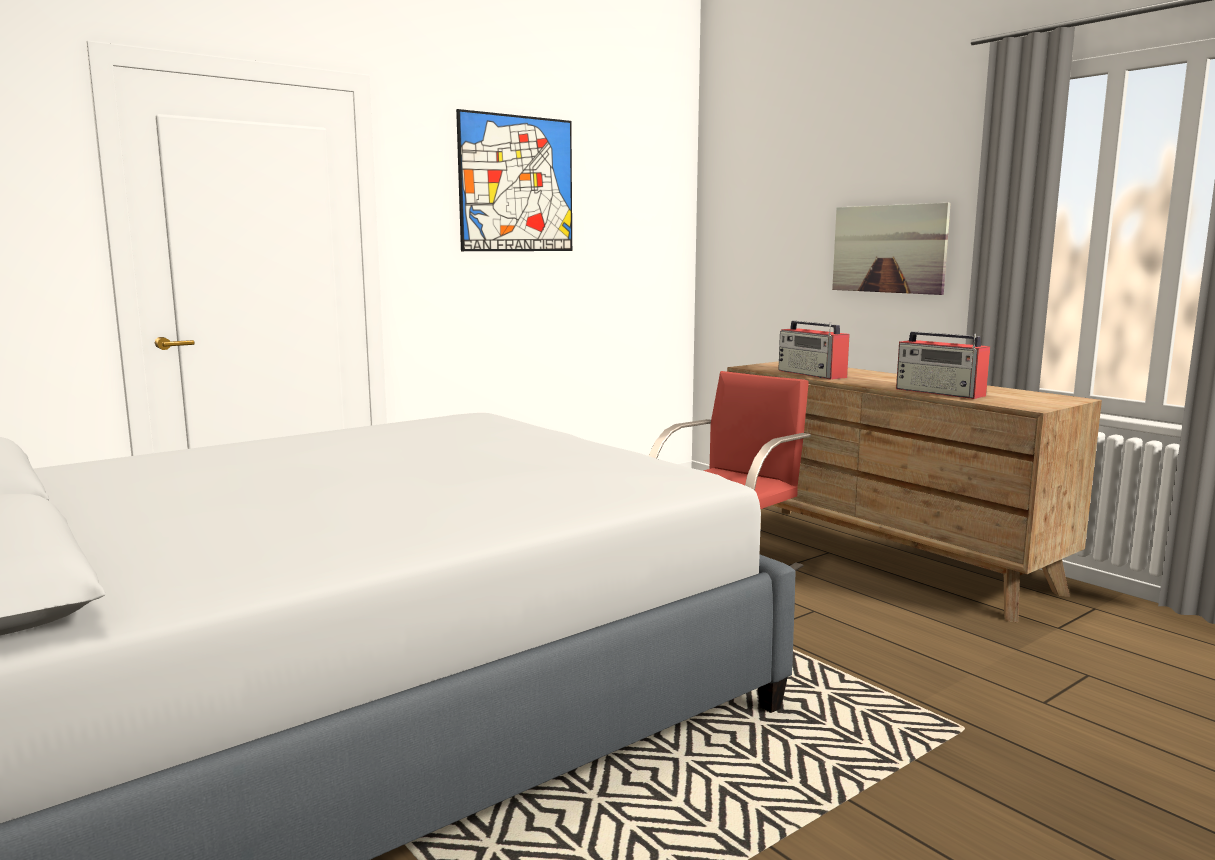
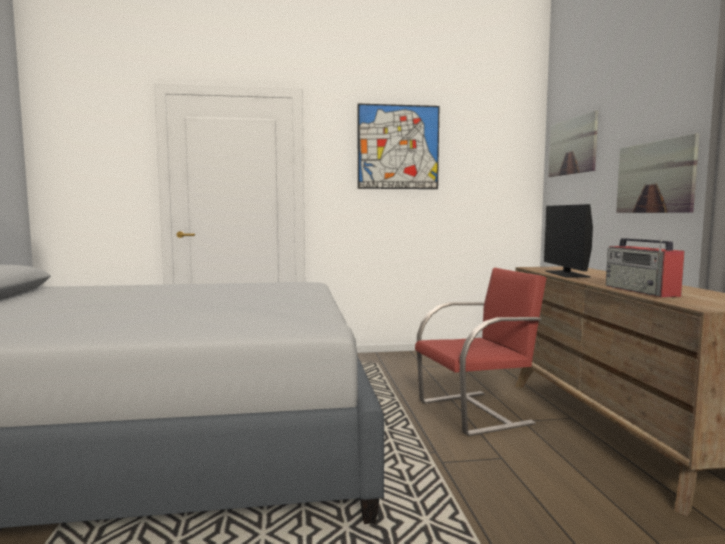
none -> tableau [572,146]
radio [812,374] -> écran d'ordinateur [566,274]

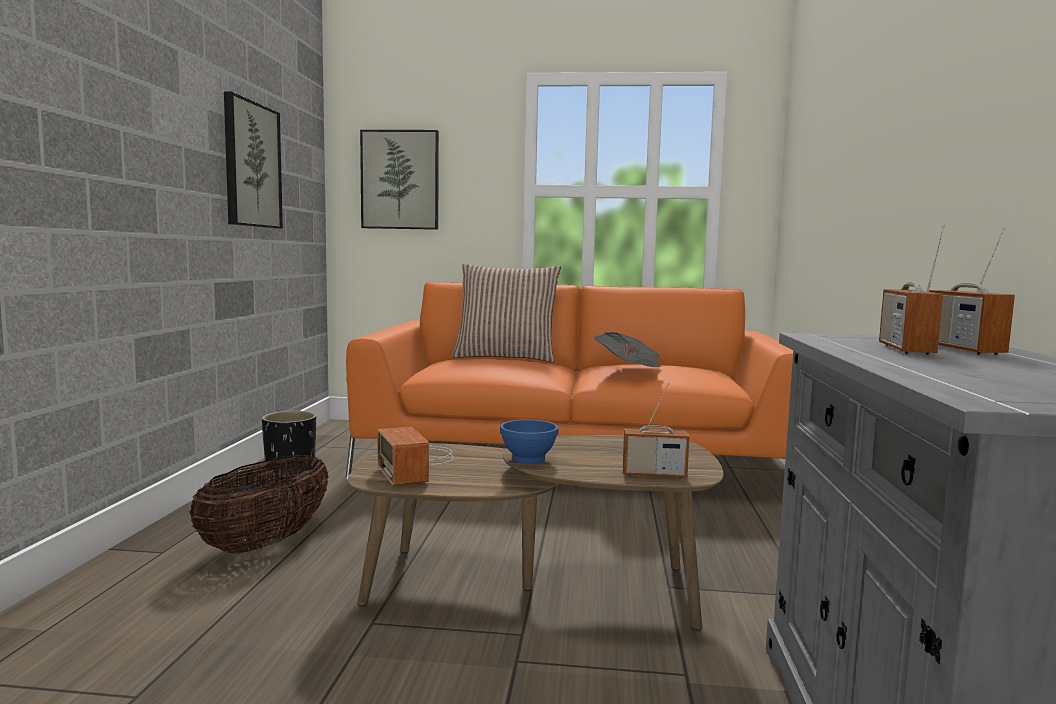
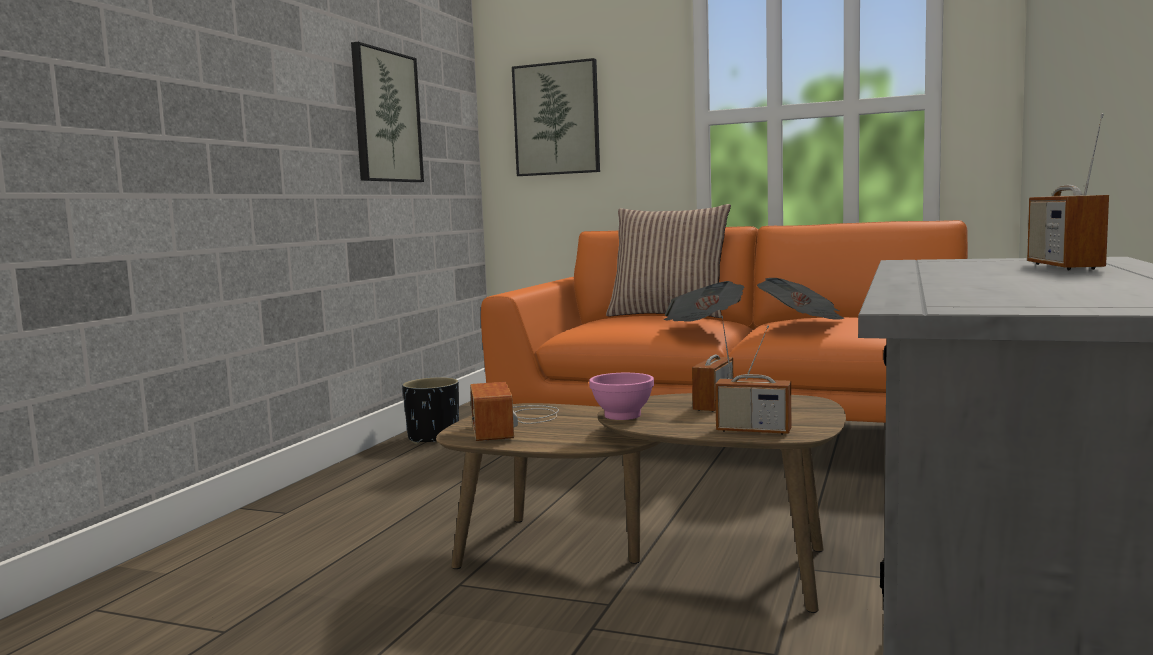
panier [266,543] -> none
none -> journal [703,326]
radio [905,349] -> radio [713,405], move
bol (bleu) [528,460] -> bol (rose) [622,416]

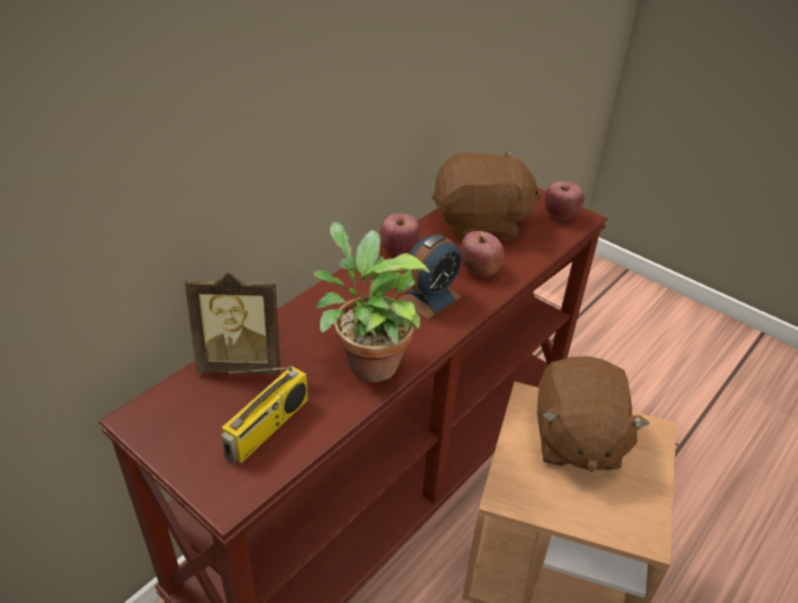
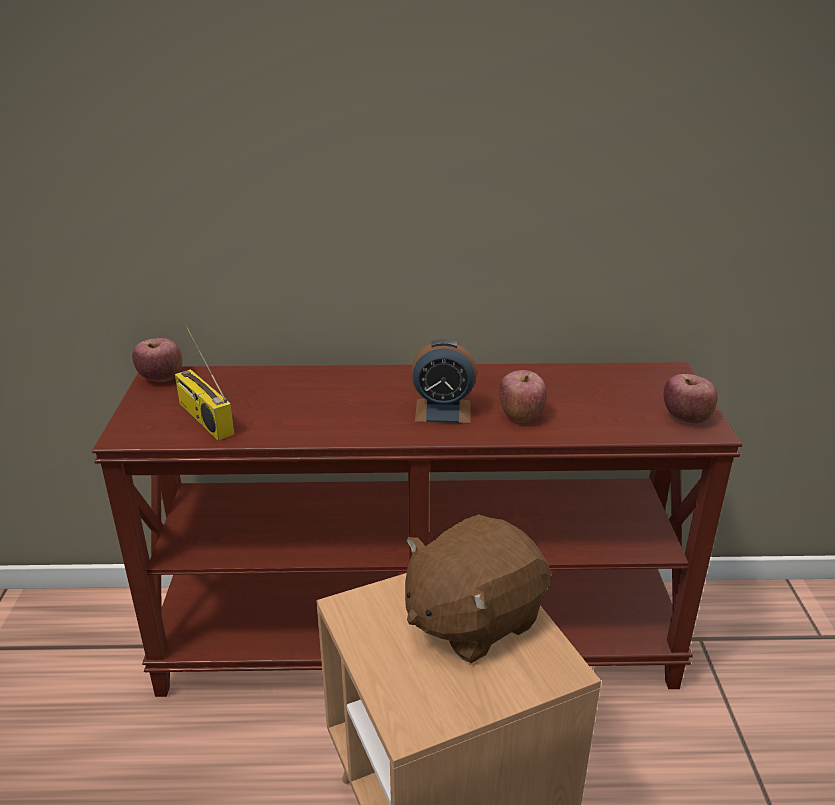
cadre photo [242,362] -> none
plante en pot [367,361] -> none
peluche (marron) [480,223] -> none
pomme [399,250] -> pomme [161,378], move
radio [268,428] -> radio [203,418], 60 degrees clockwise

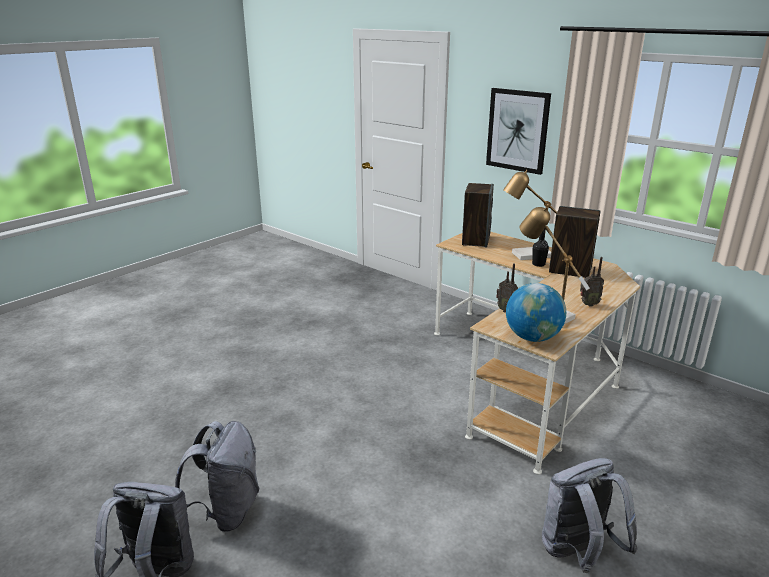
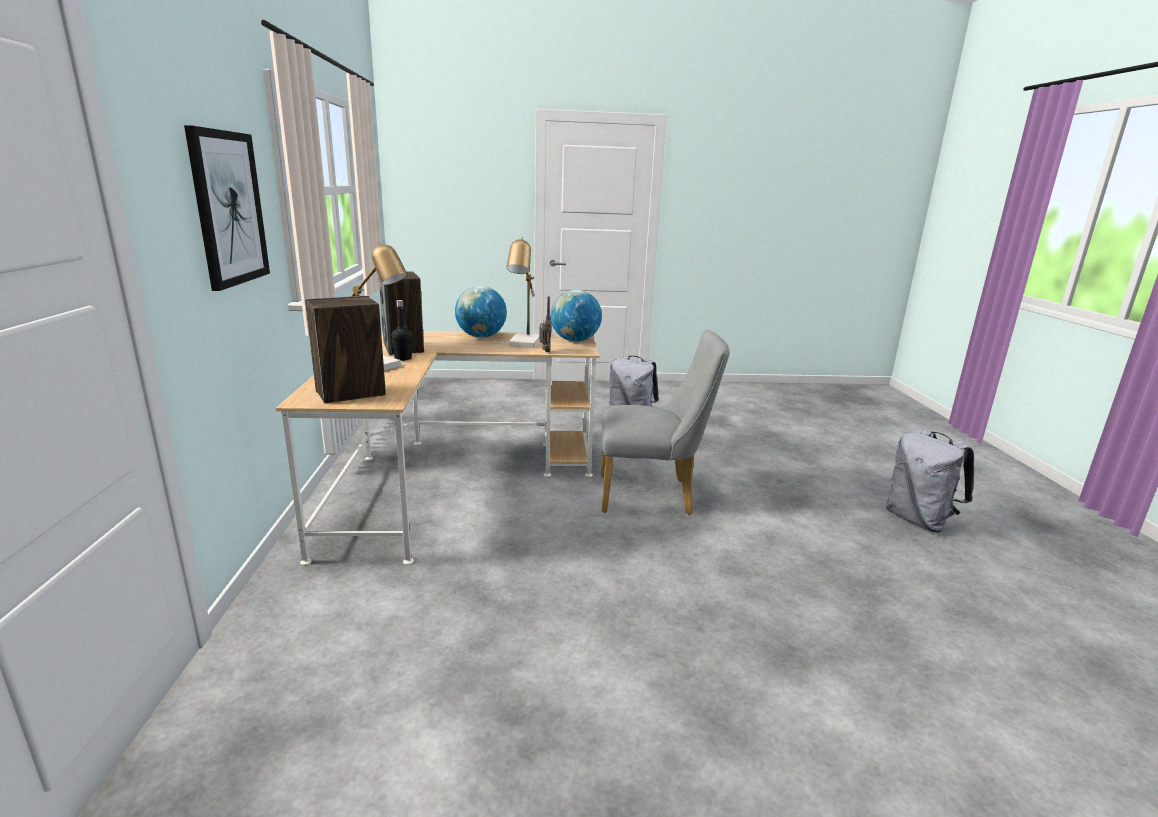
sac à dos (gris) [227,511] -> none
none -> chaise (gris) [653,495]
radio [588,304] -> globe [481,336]

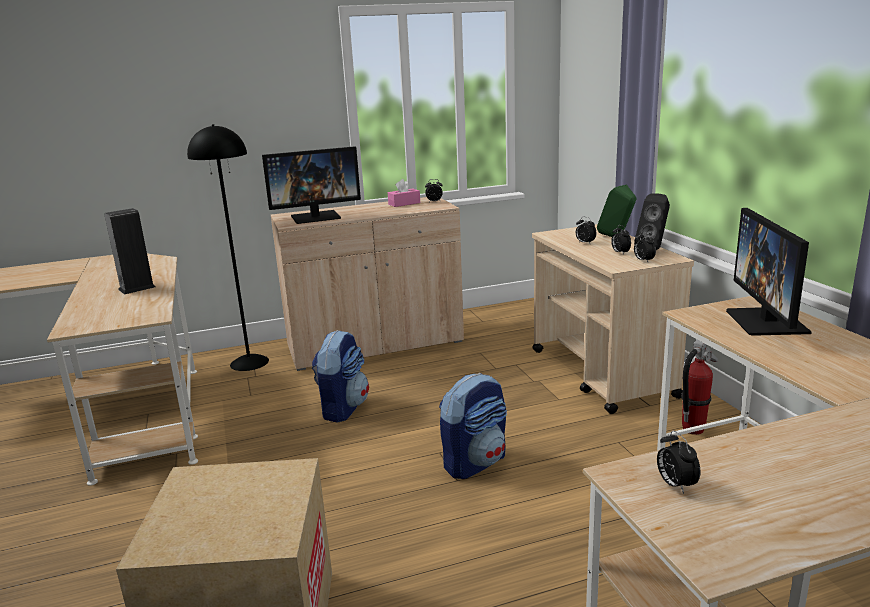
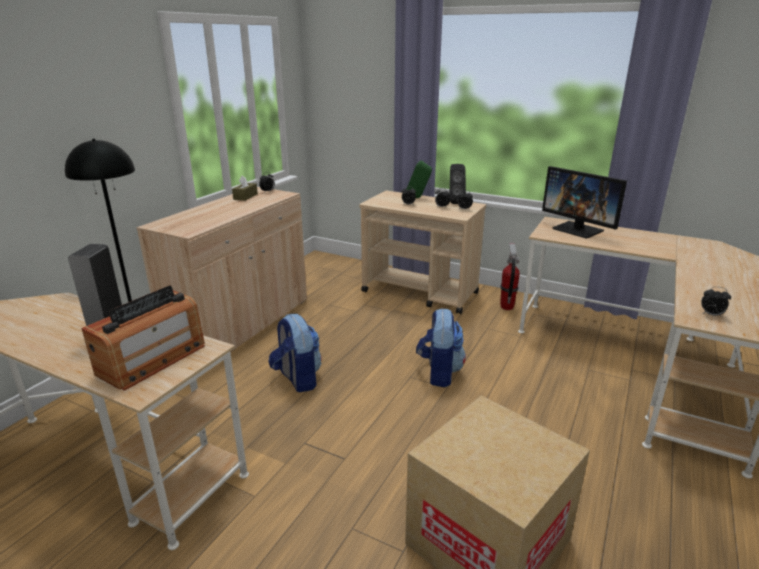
écran d'ordinateur [316,217] -> none
none -> radio [152,359]
boîte à mouchoirs (rose) [404,203] -> boîte à mouchoirs (marron) [245,196]

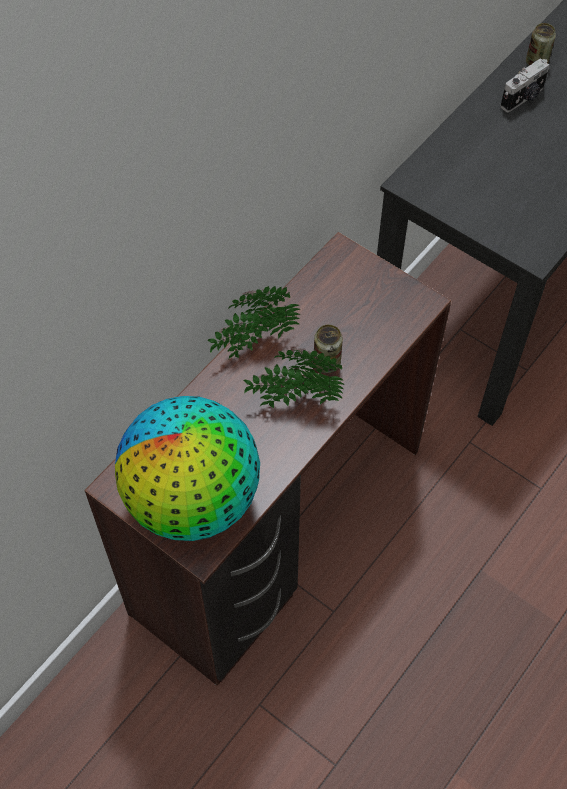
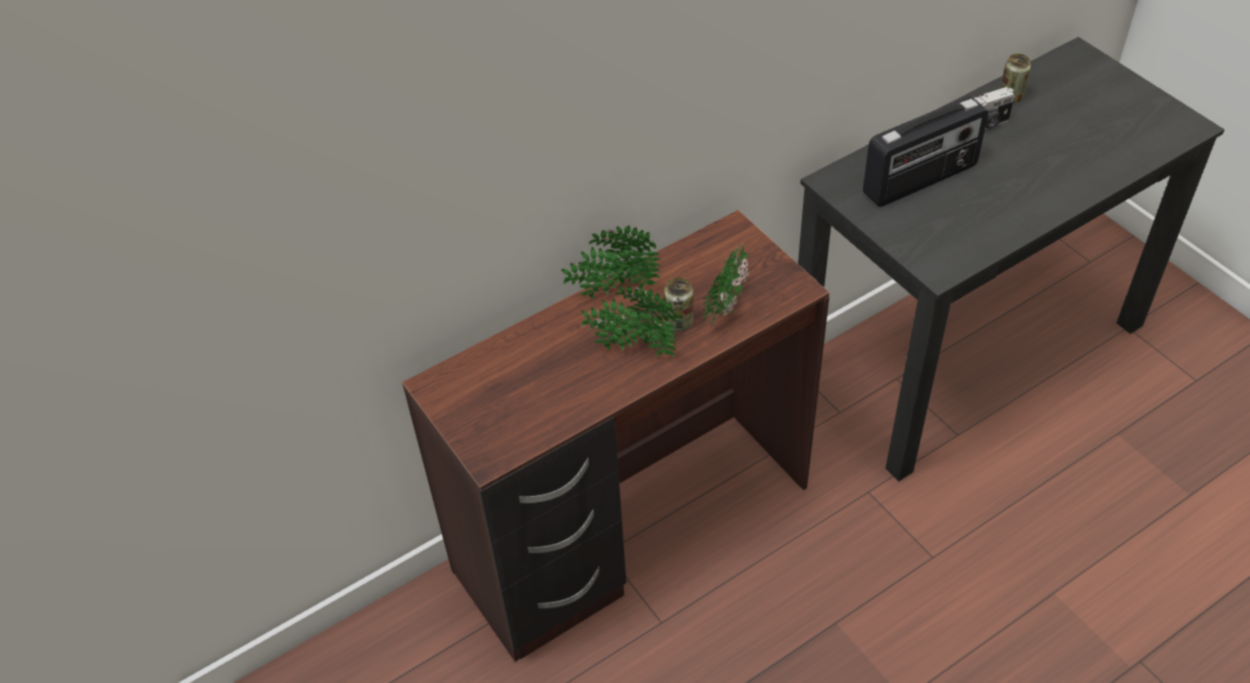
globe [193,500] -> none
none -> plante en pot [727,306]
none -> radio [921,180]

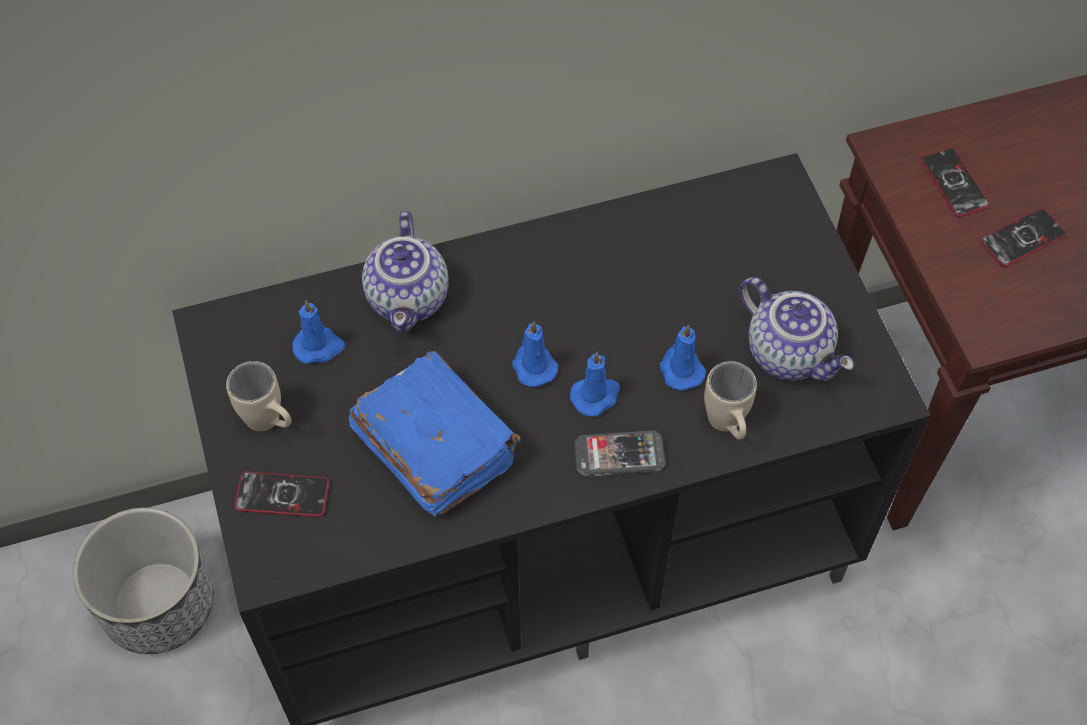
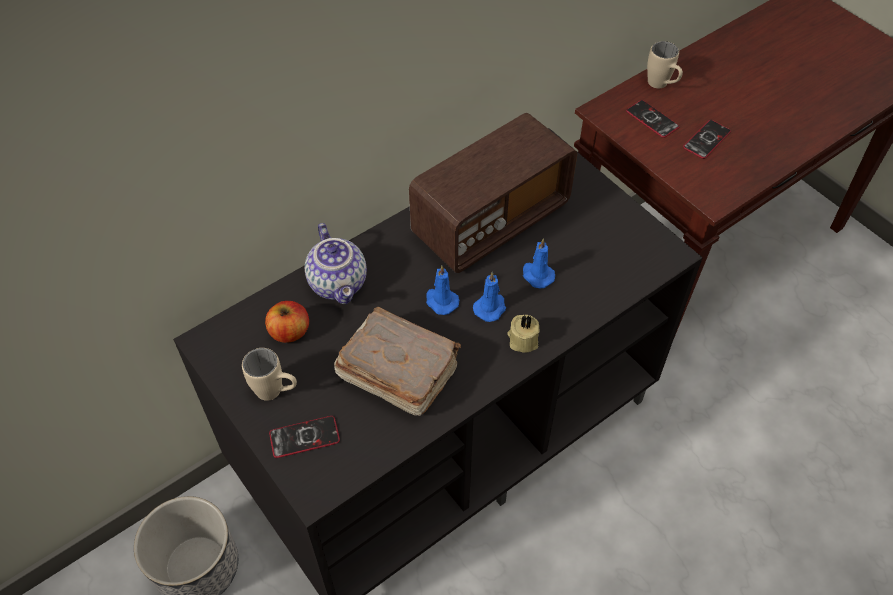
théière [790,353] -> none
none -> radio [490,221]
mug (beige) [727,427] -> mug (beige) [661,86], move
bougie (bleu) [319,346] -> pomme [289,332]
téléphone [619,455] -> bougie (beige) [522,340]
livre (bleu) [435,445] -> livre (marron) [397,371]

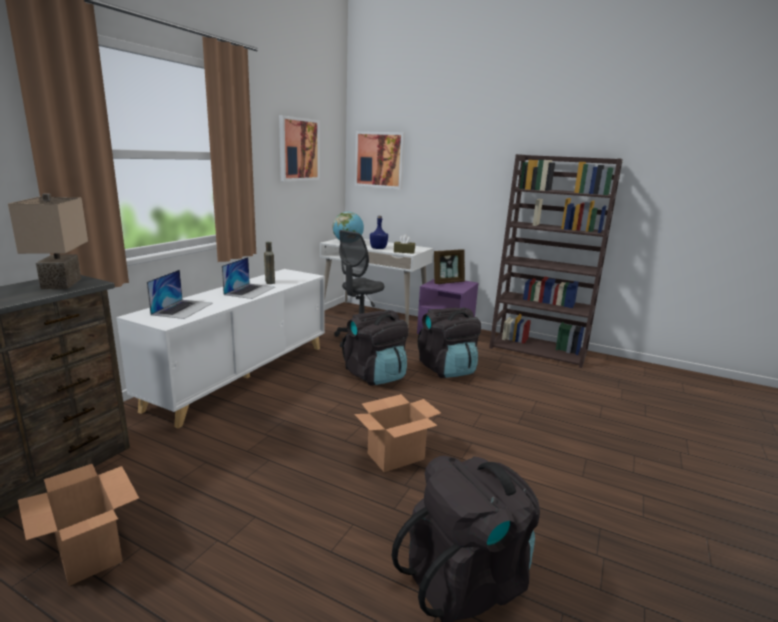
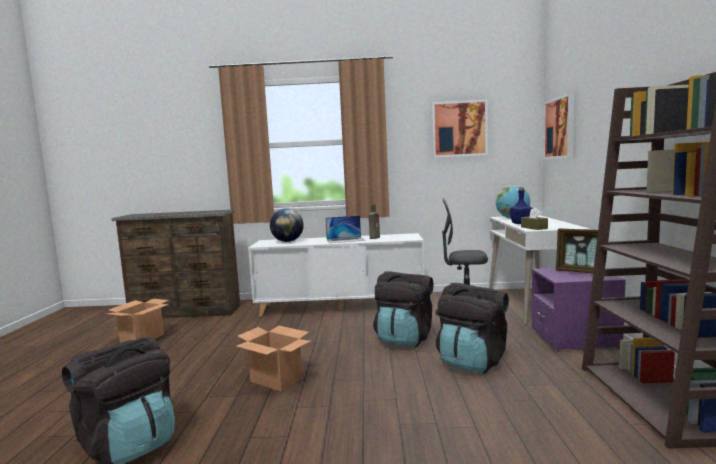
lampe de table (beige) [63,284] -> none
ordinateur portable [183,308] -> globe [287,241]

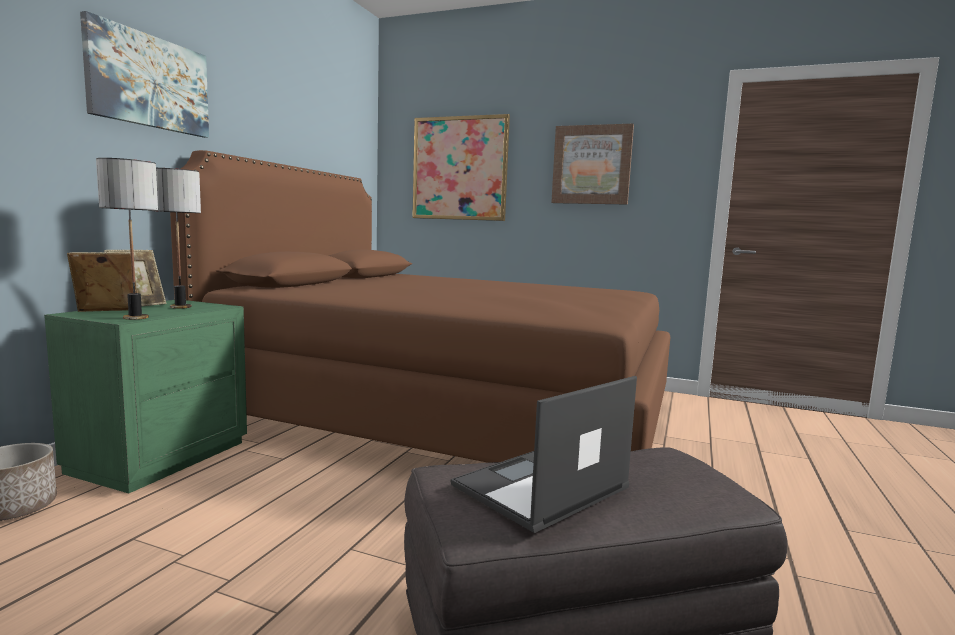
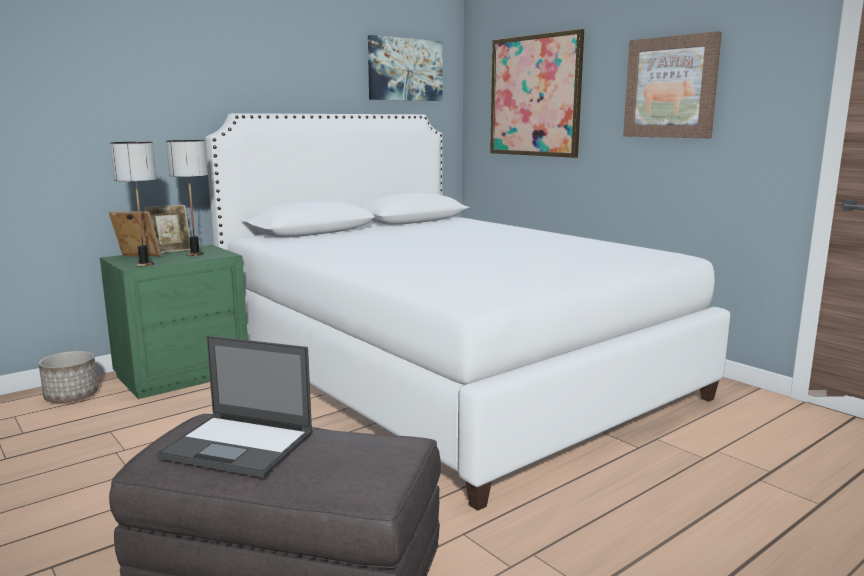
tableau [149,82] -> tableau [405,69], move
lit (marron) [447,413] -> lit (blanc) [447,372]
ordinateur portable [539,487] -> ordinateur portable [239,445], 150 degrees counterclockwise

